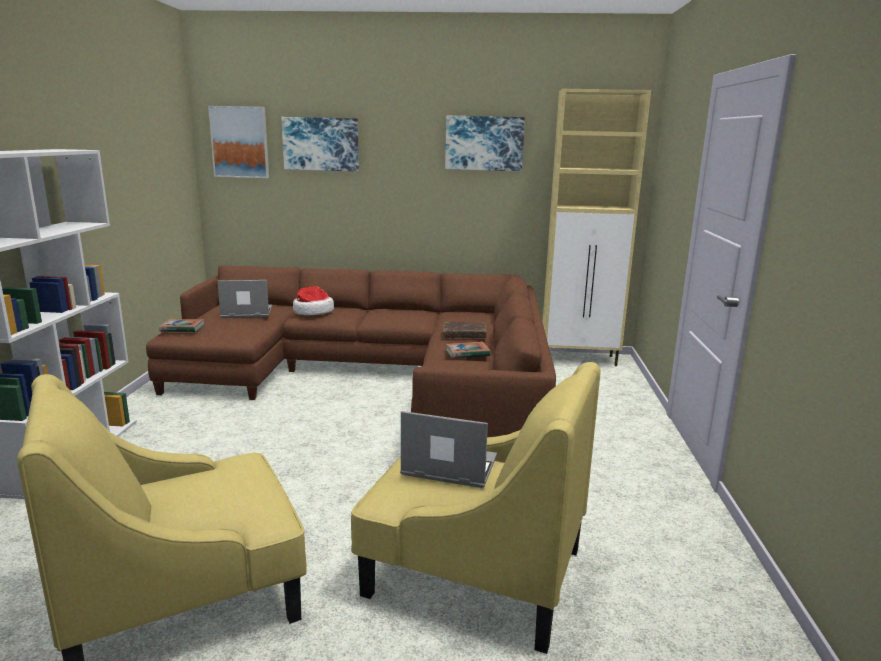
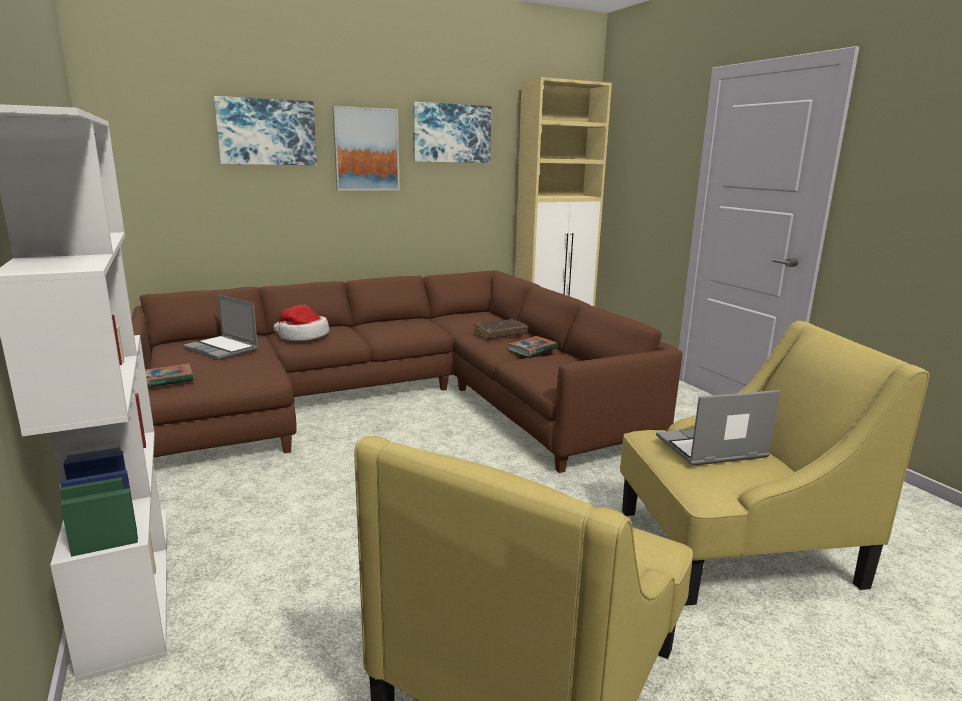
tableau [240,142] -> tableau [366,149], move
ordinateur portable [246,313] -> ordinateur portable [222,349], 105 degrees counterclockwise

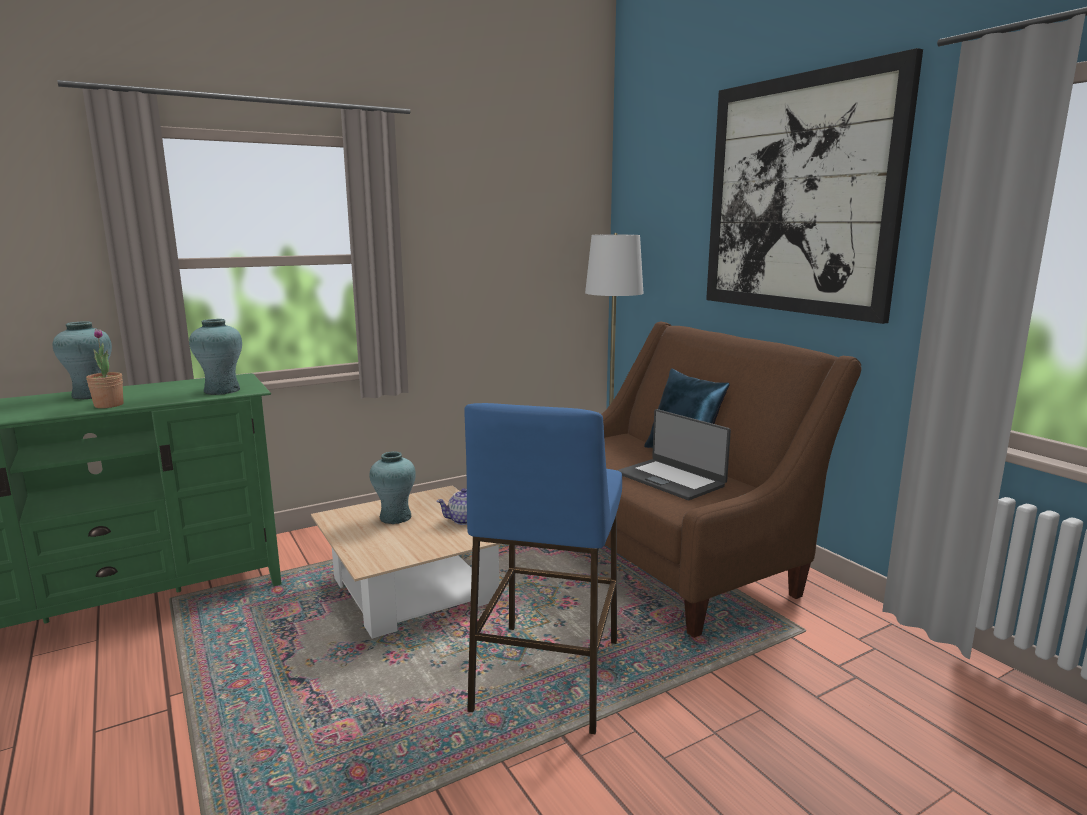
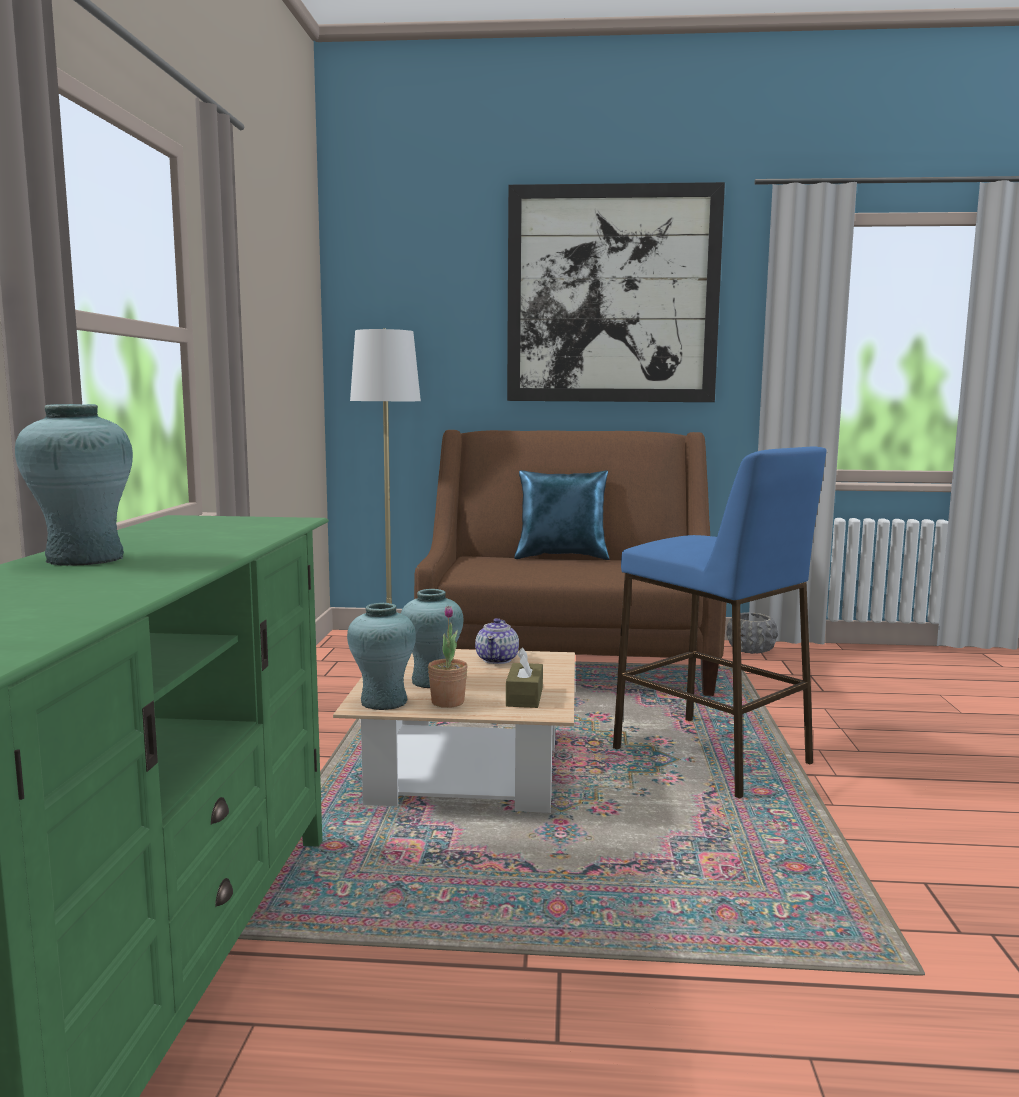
ordinateur portable [671,479] -> none
none -> boîte à mouchoirs (marron) [524,697]
none -> cache-pot (gris) [751,650]
plante en pot [109,405] -> plante en pot [447,702], move
vase (turquoise) [221,390] -> vase (turquoise) [383,702], move

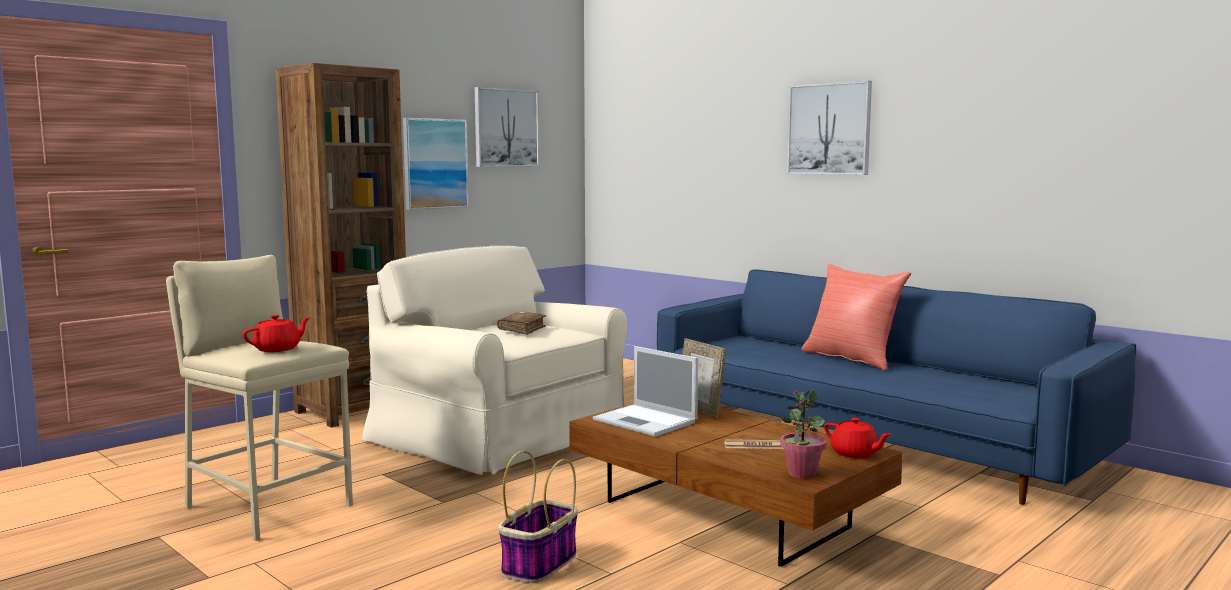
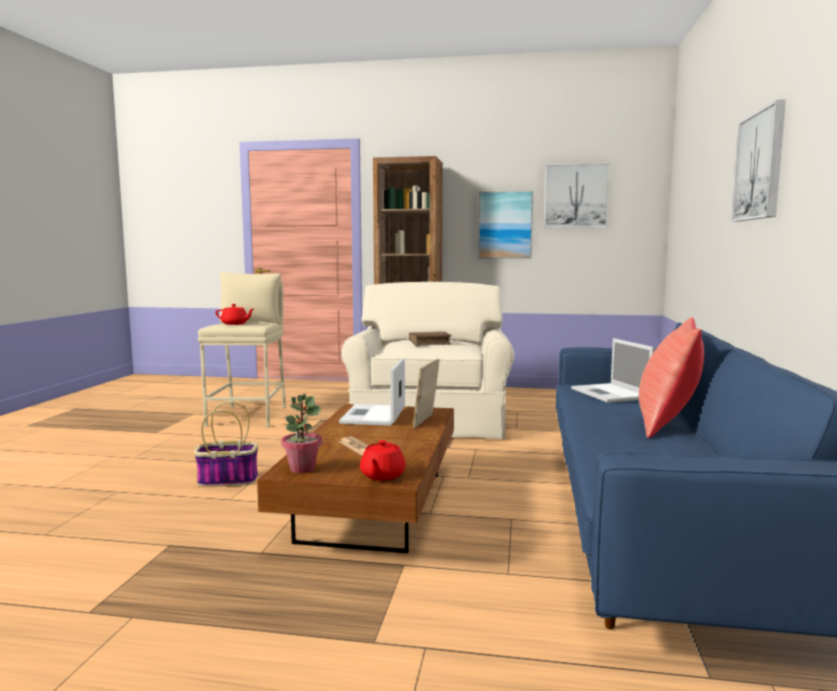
none -> ordinateur portable [611,394]

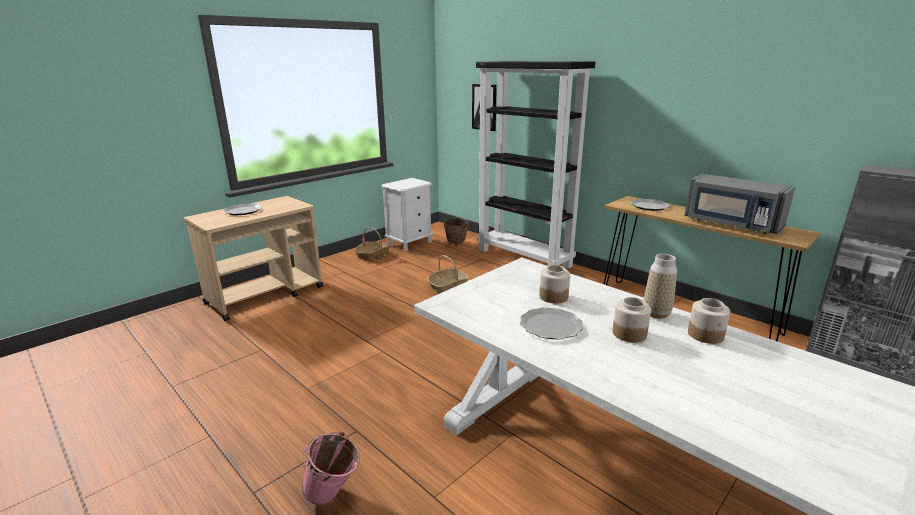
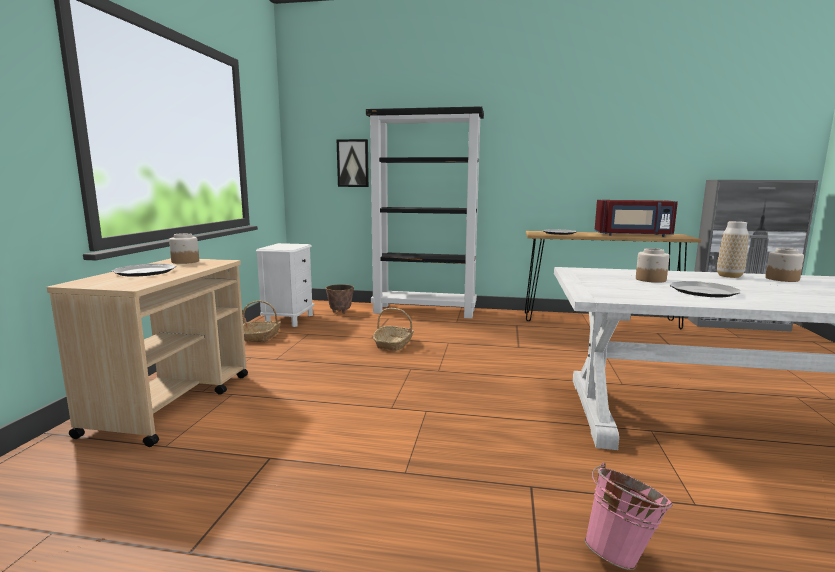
bocal [628,333] -> bocal [185,261], move
micro-ondes (gris) [731,224] -> micro-ondes (rouge) [633,235]

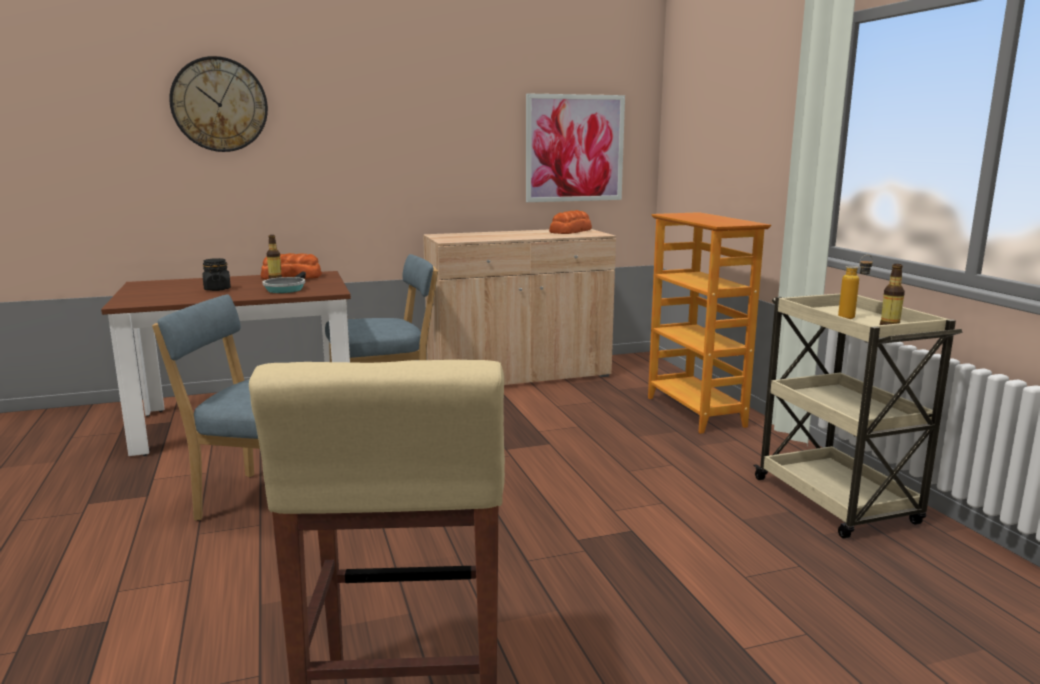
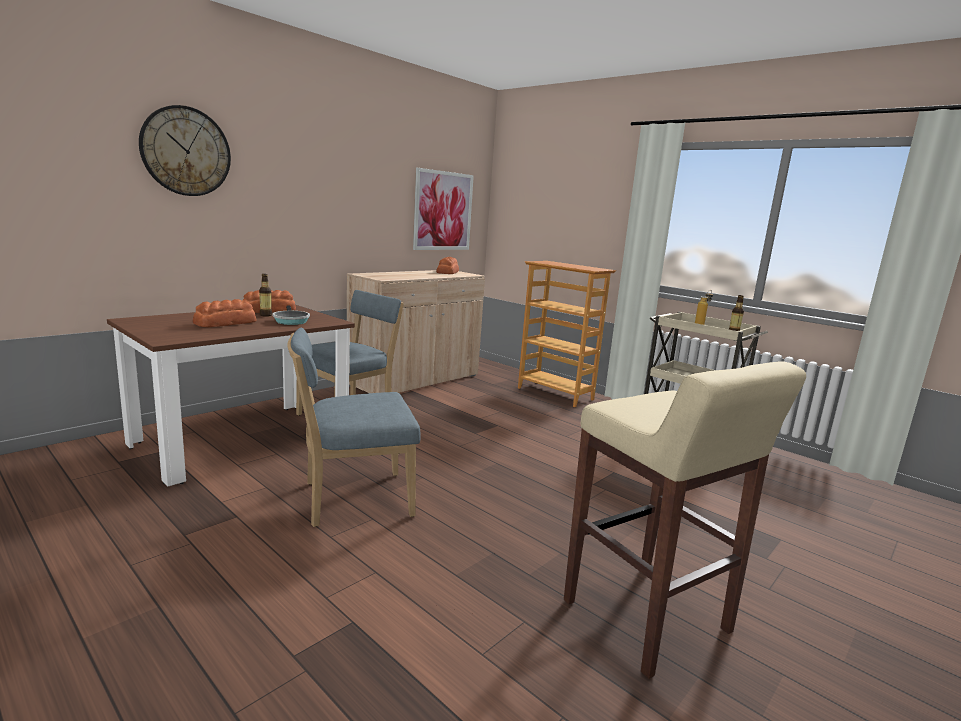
bocal (noir) [217,289] -> pain [226,323]

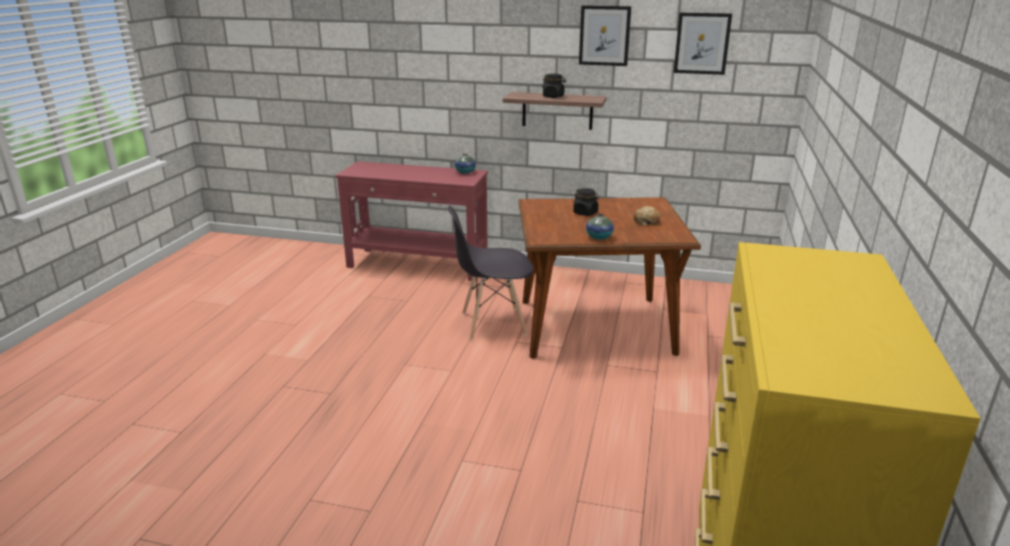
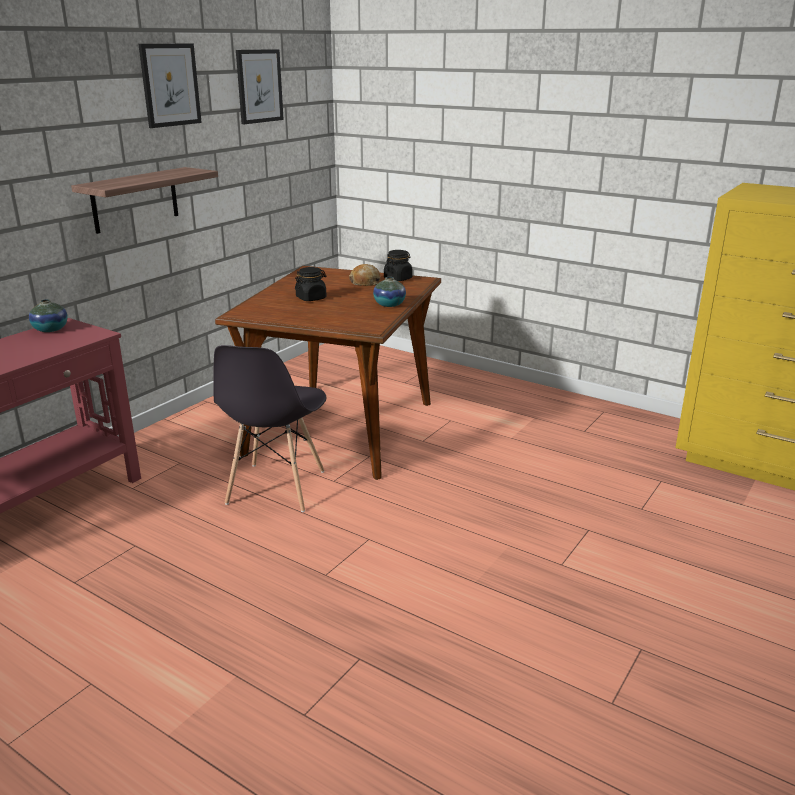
bocal (noir) [553,96] -> bocal (noir) [398,278], move

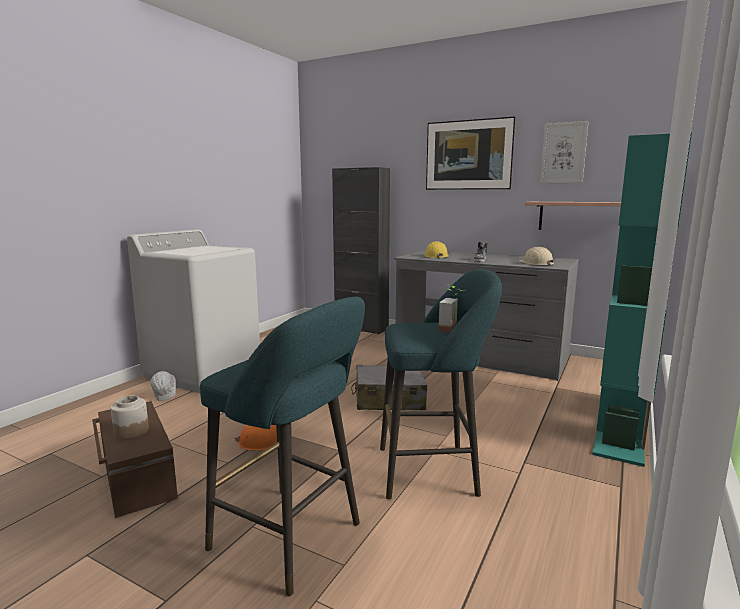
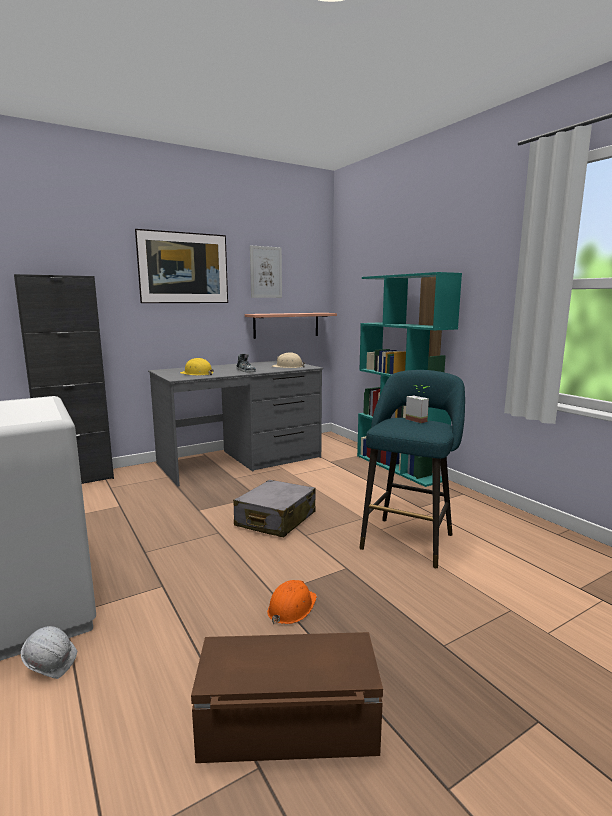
bocal [131,431] -> none
tabouret (turquoise) [292,539] -> none

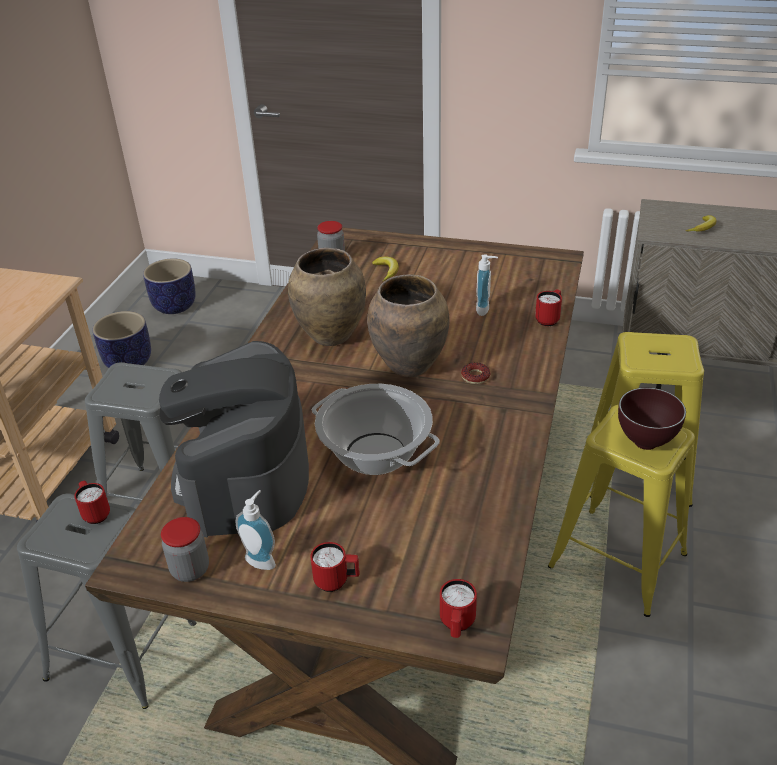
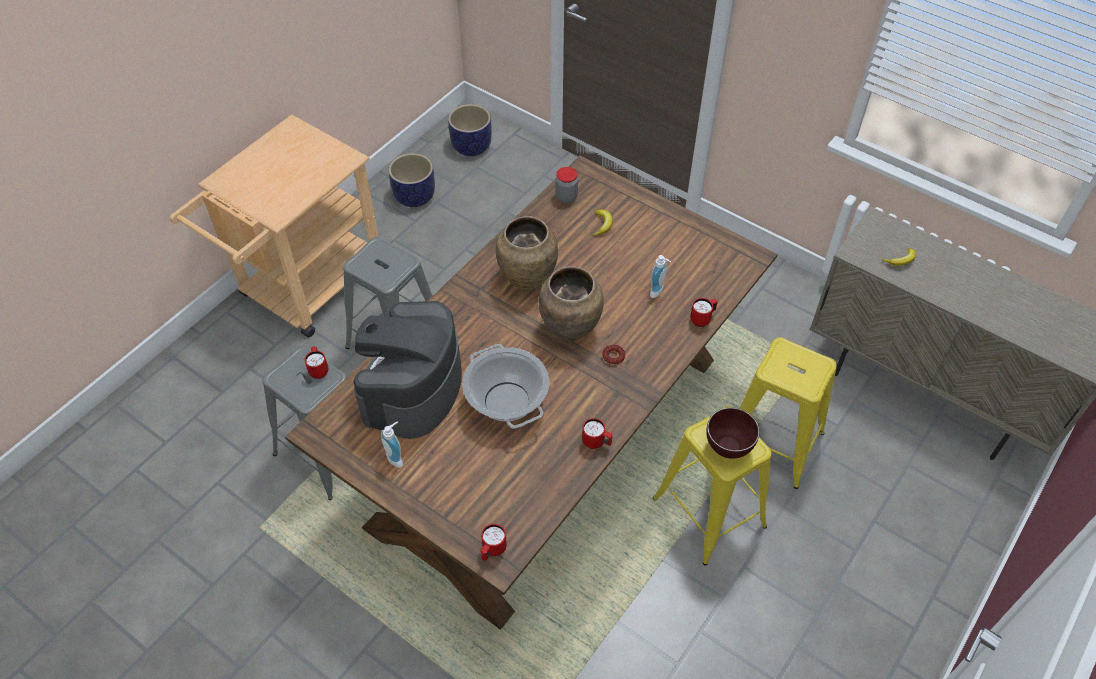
bocal [190,570] -> none
mug (rouge) [337,581] -> mug (rouge) [596,443], move

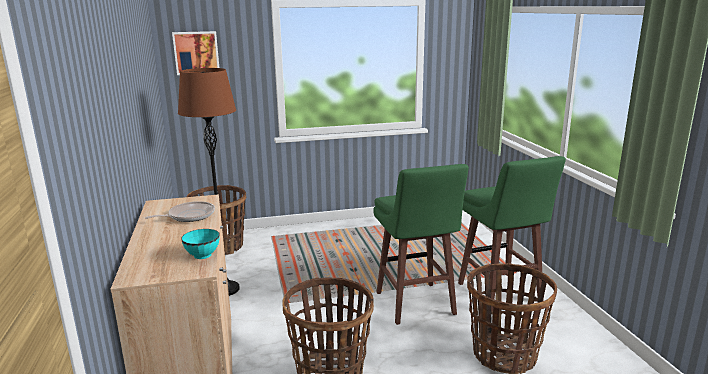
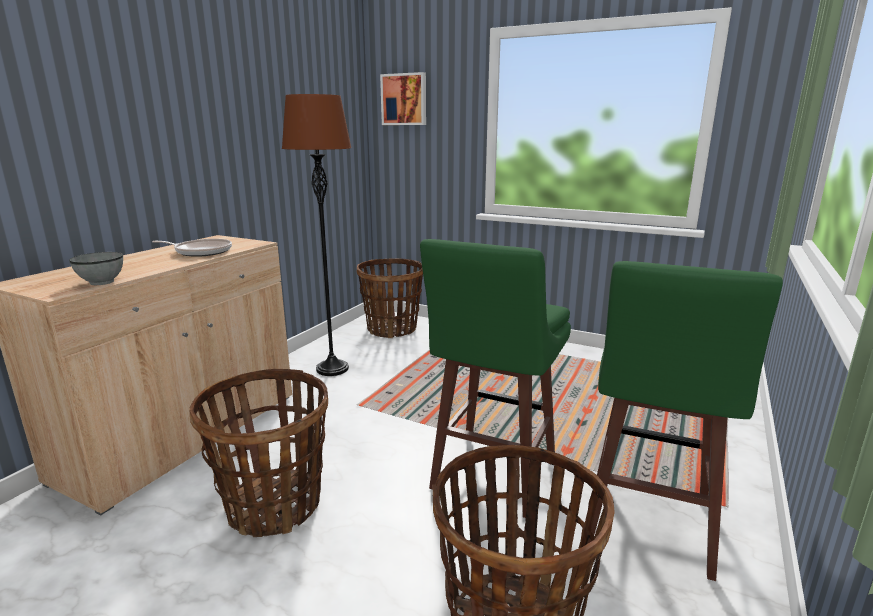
bol (turquoise) [202,255] -> bol (gris) [102,282]

